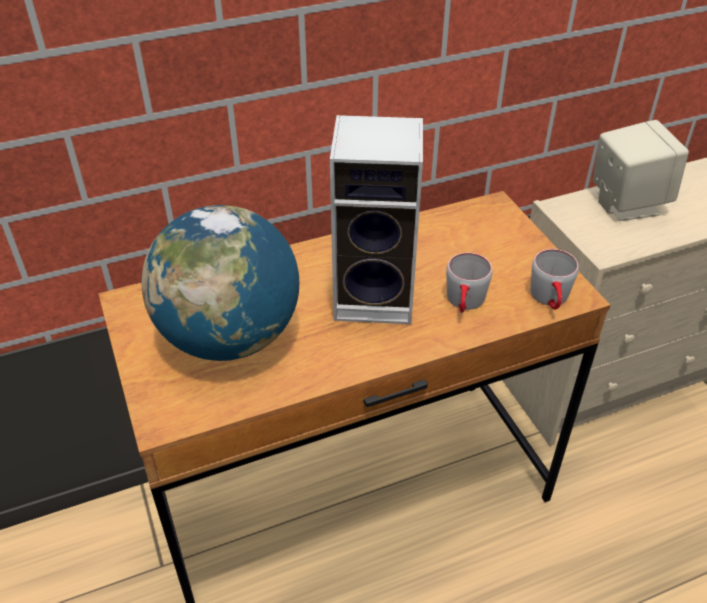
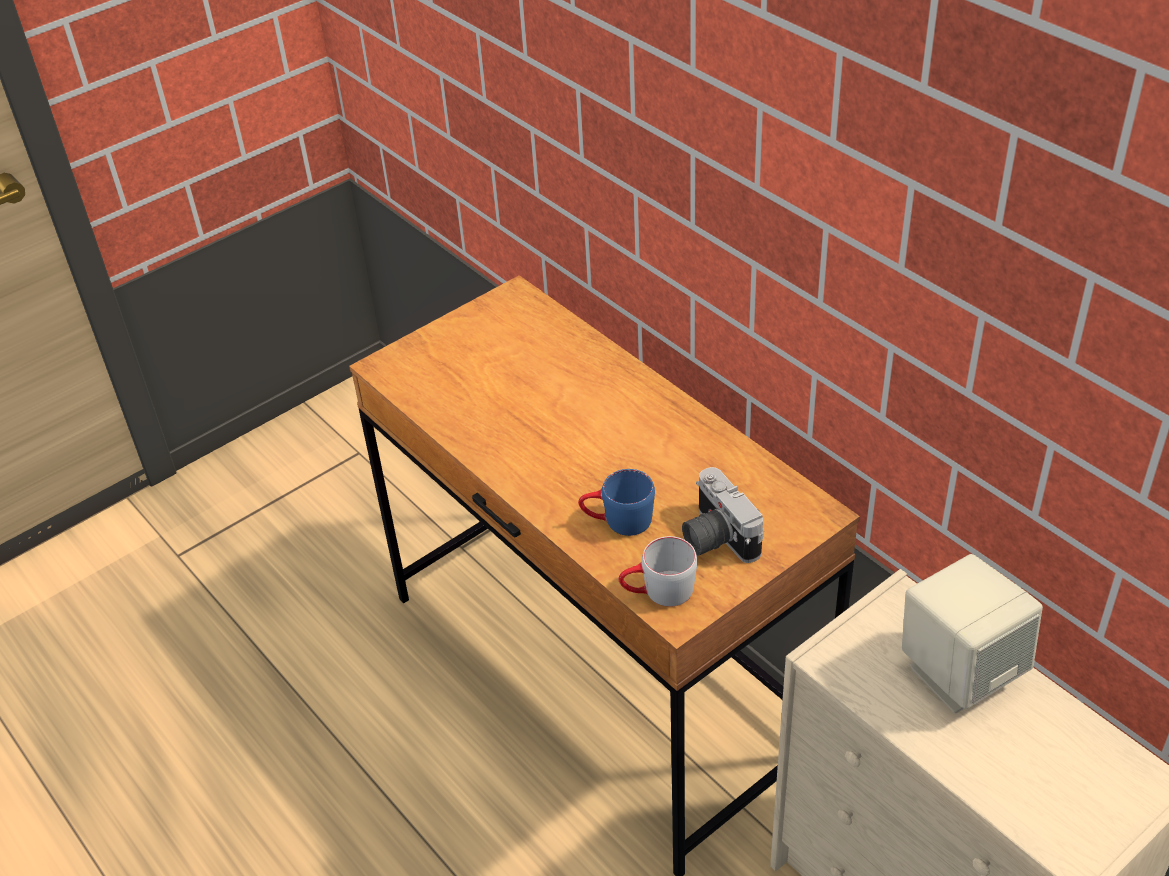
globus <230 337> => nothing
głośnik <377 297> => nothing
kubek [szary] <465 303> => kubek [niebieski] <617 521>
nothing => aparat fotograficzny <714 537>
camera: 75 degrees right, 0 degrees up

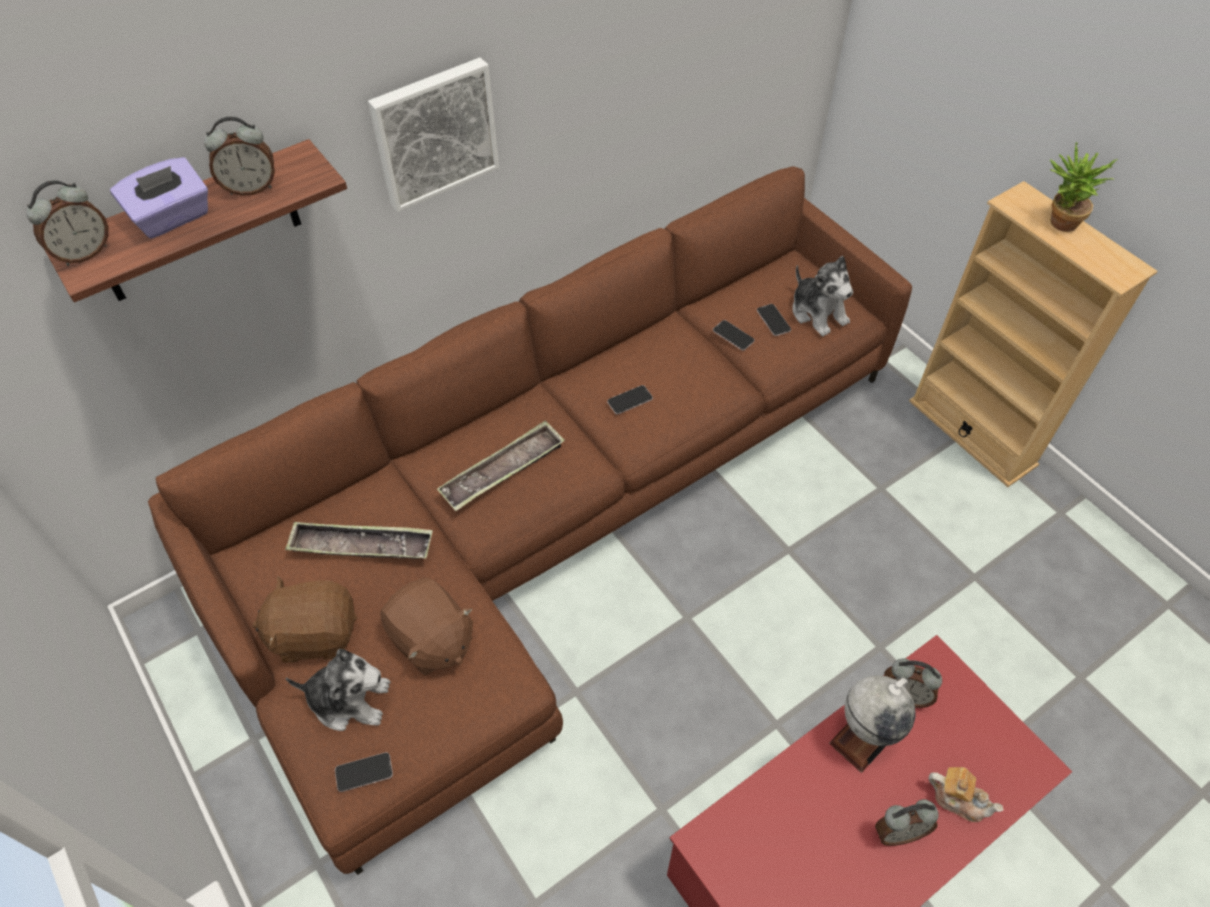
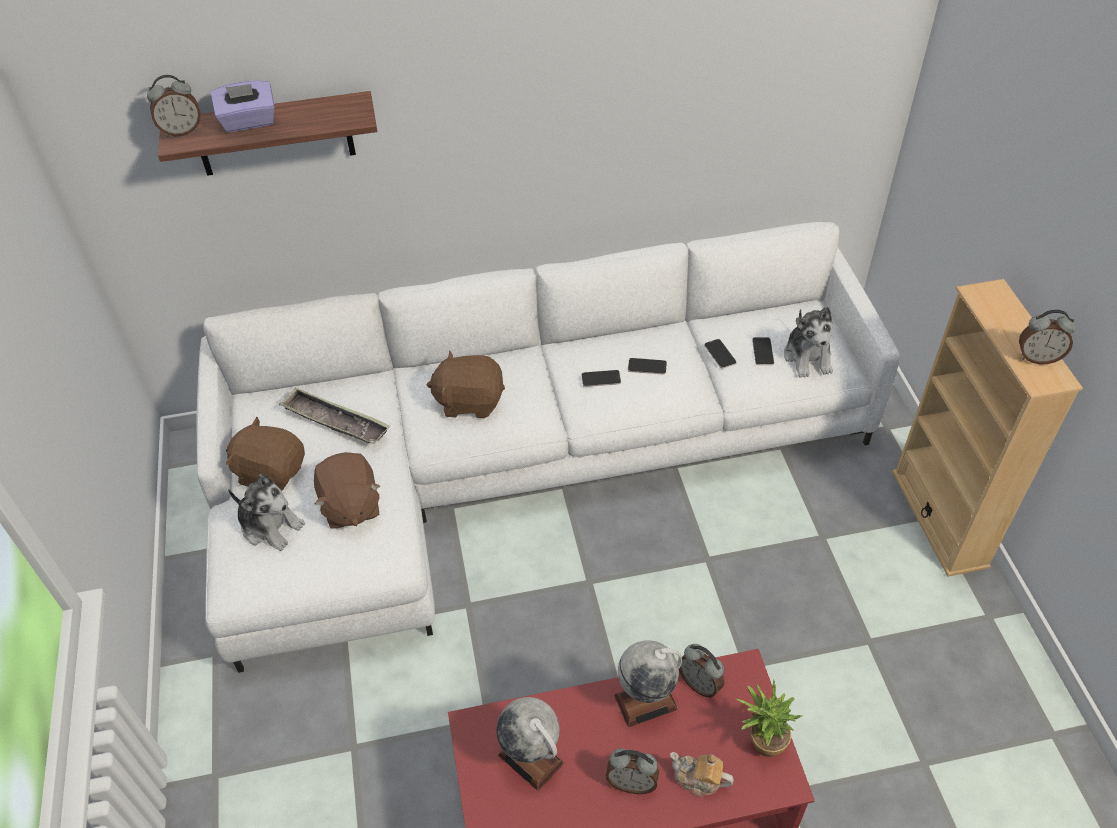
kanapa [brązowy] <549 516> => kanapa [biały] <518 464>
budzik <251 188> => budzik <1037 357>, moved
telefon <364 772> => telefon <647 366>, moved
obraz <434 132> => nothing
taca <503 470> => pluszak [brązowy] <469 401>
imbryk <958 799> => imbryk <698 780>, 150 degrees clockwise
roślina doniczkowa <1057 223> => roślina doniczkowa <761 741>, moved
nothing => globus <531 759>
camera: 25 degrees right, 5 degrees down

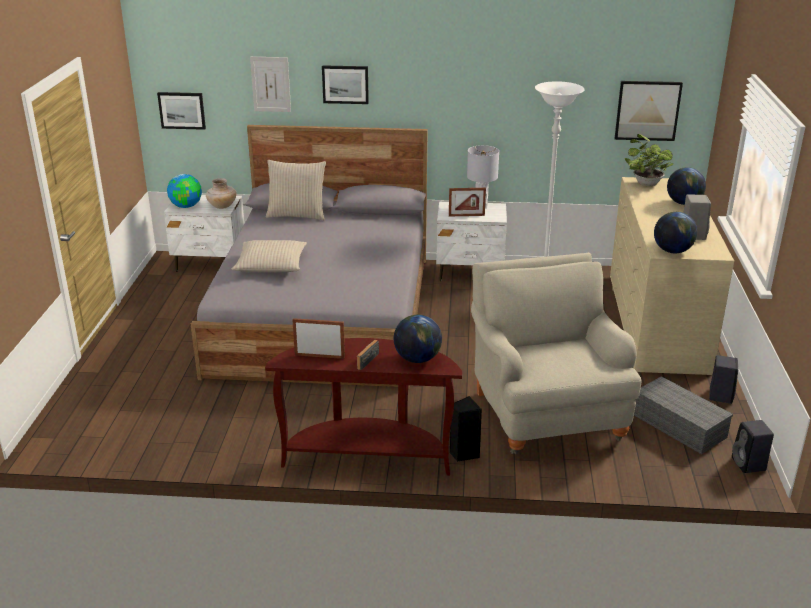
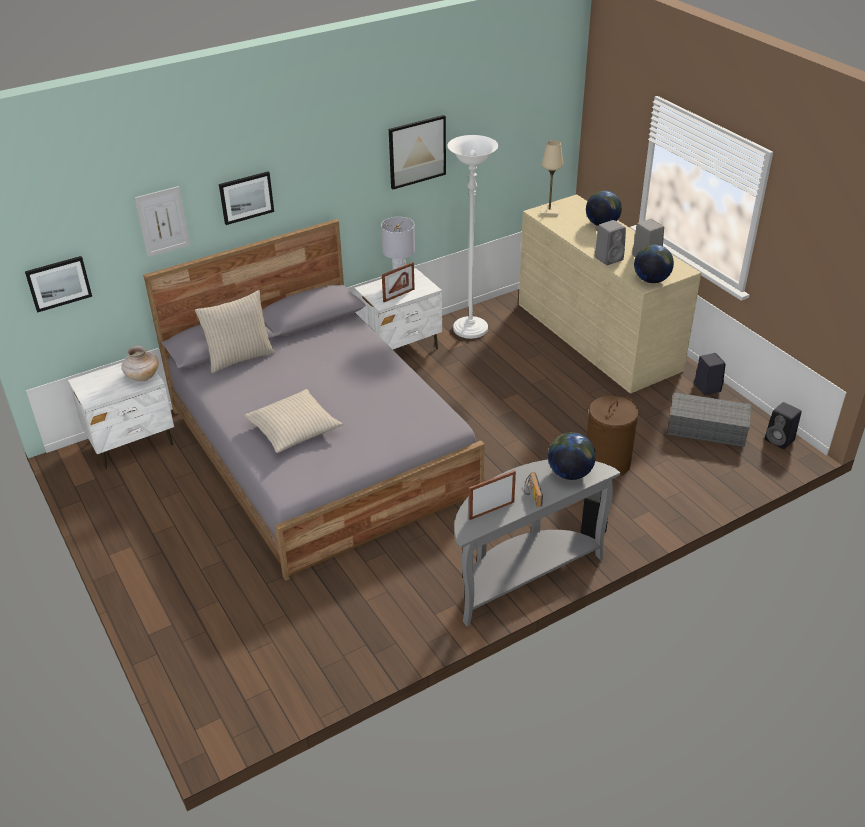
globus <186 206> => nothing
stolik konsolowy [brązowy] <368 455> => stolik konsolowy [szary] <523 576>
fotel [beżowy] <545 411> => kosz na pranie [brązowy] <607 463>
obraz <647 110> => obraz <417 151>, moved
roślina doniczkowa <645 183> => lampa stołowa [beżowy] <549 212>
nothing => głośnik [szary] <609 258>
camera: 35 degrees left, 10 degrees up

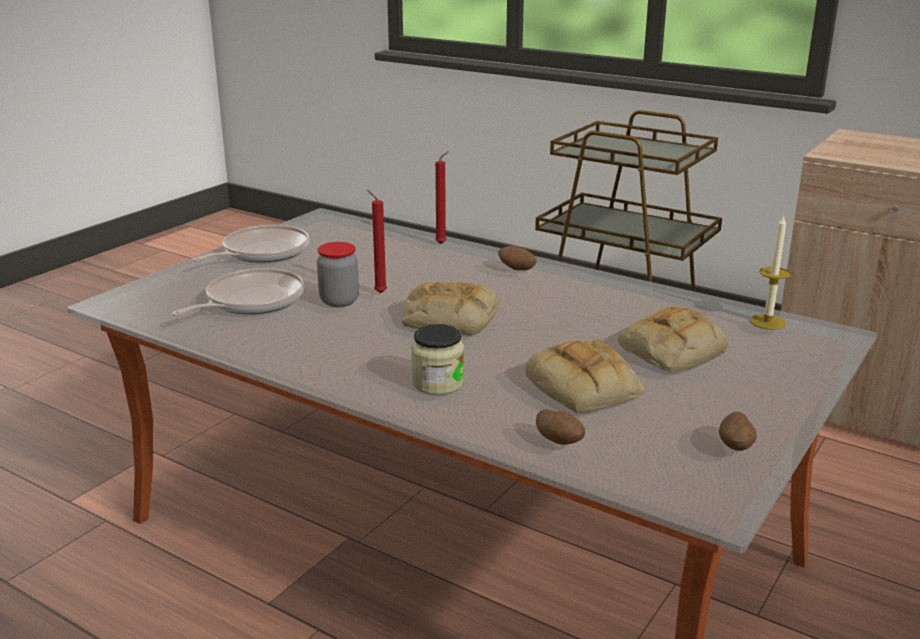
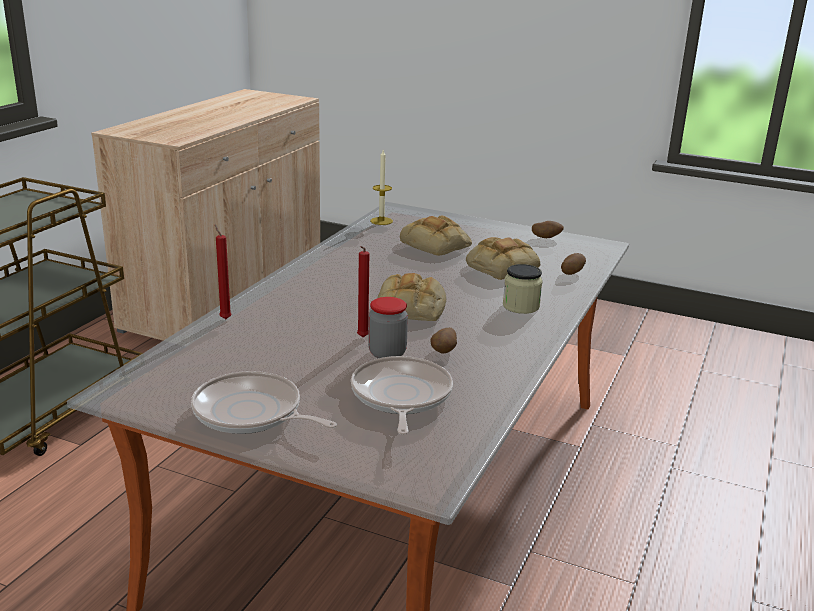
patelnia <250 301> => patelnia <400 397>, 60 degrees clockwise
ziemniak <516 269> => ziemniak <443 352>, moved
camera: 100 degrees left, 0 degrees up

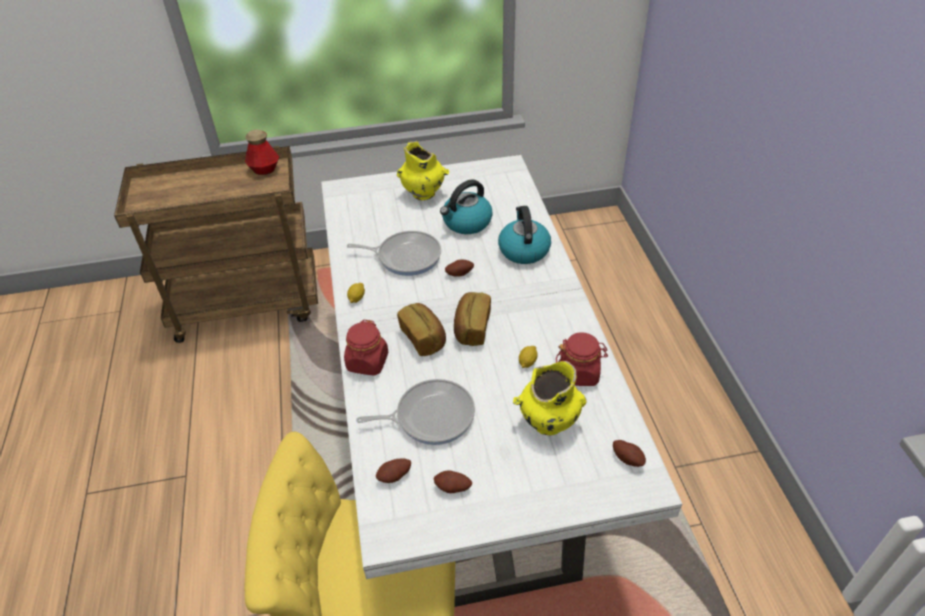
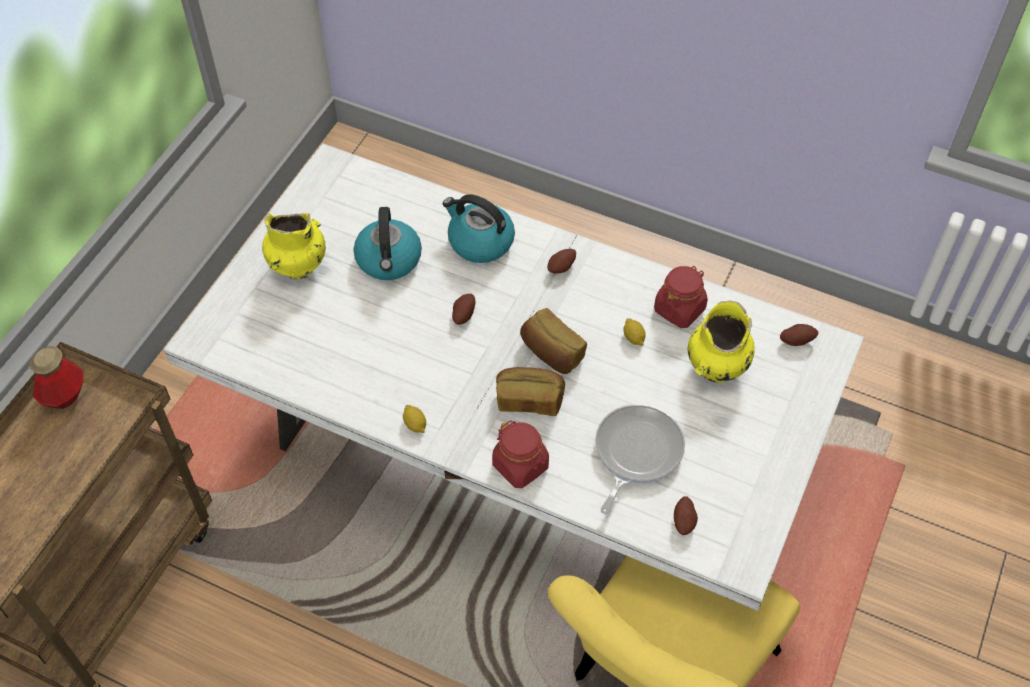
patelnia <406 256> => nothing
ziemniak <453 488> => ziemniak <562 268>, moved
camera: 55 degrees left, 10 degrees up

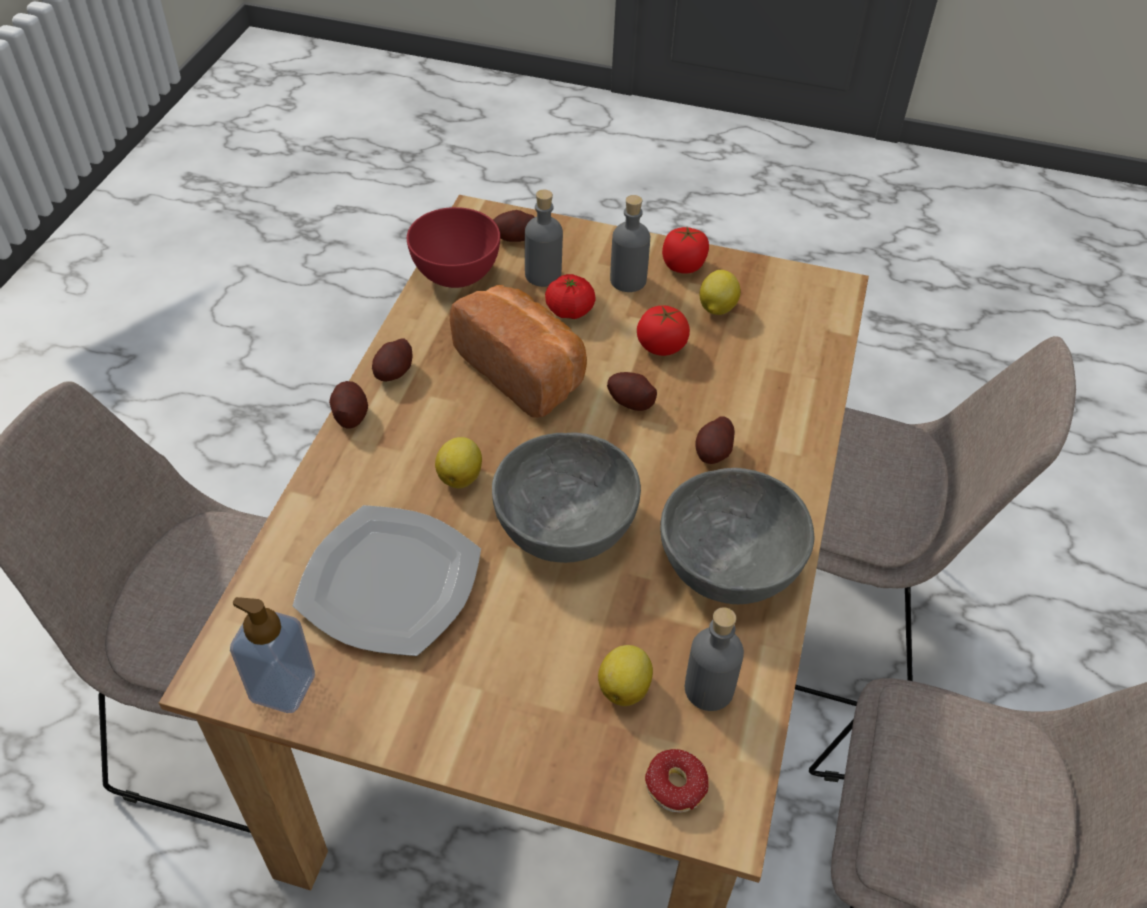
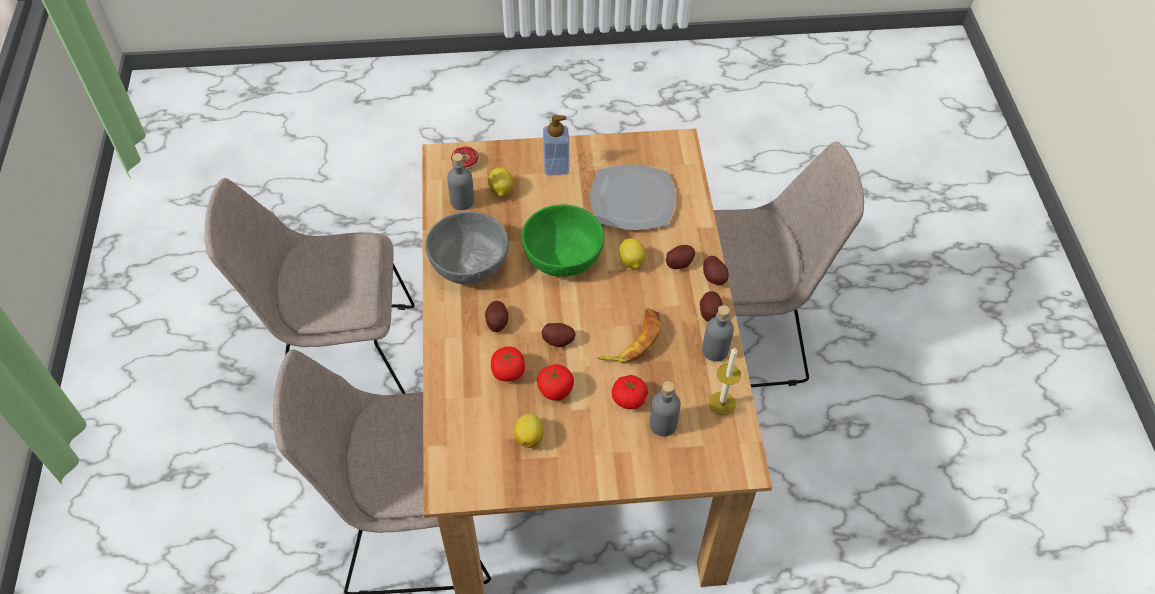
dozownik mydła <283 687> => dozownik mydła <556 167>, moved
miska [czerwony] <456 274> => świeca <722 403>
chleb <525 370> => banan <633 340>
miska [szary] <564 523> => miska [zielony] <563 254>
ziemniak <513 238> => ziemniak <679 262>, moved
butelka [szary] <628 280> => butelka [szary] <715 350>, moved
pomidor <683 265> => pomidor <508 372>, moved
camera: 160 degrees right, 5 degrees up

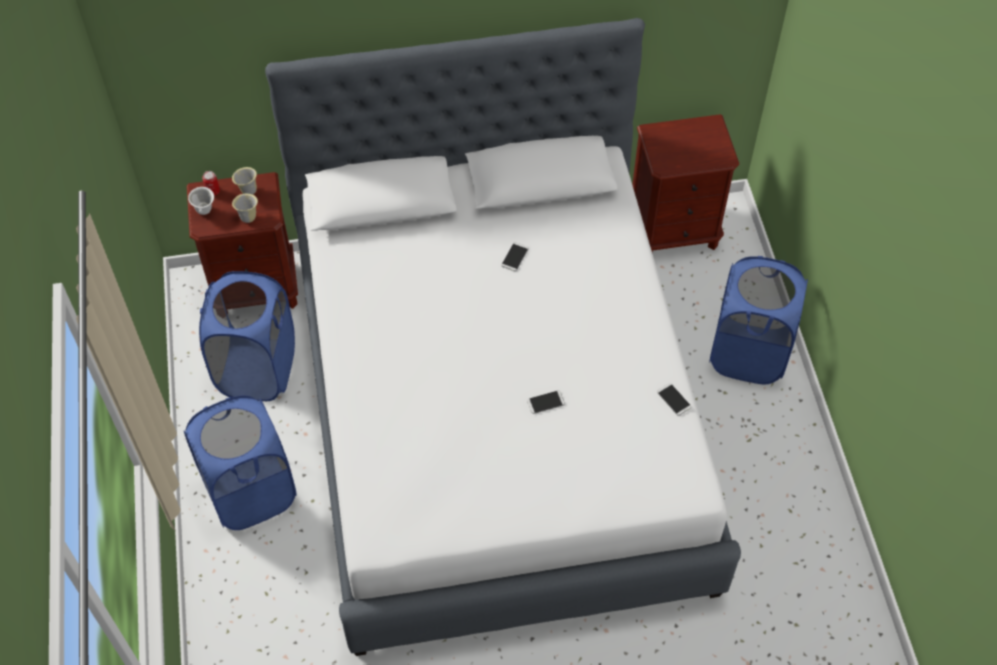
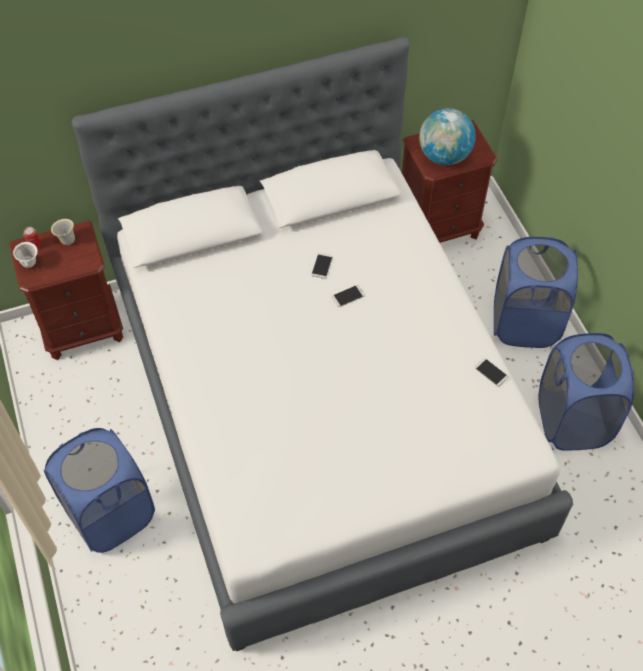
kosz na pranie [niebieski] <257 369> => kosz na pranie [niebieski] <572 420>, moved
kubek [beżowy] <248 217> => nothing
telefon <545 402> => telefon <348 296>, moved
nothing => globus <444 156>
camera: 10 degrees left, 0 degrees up

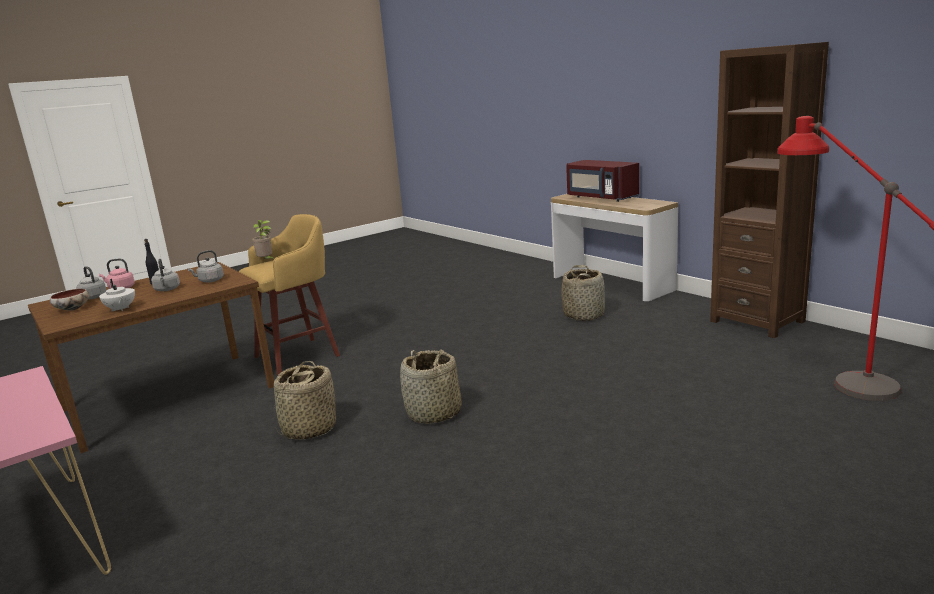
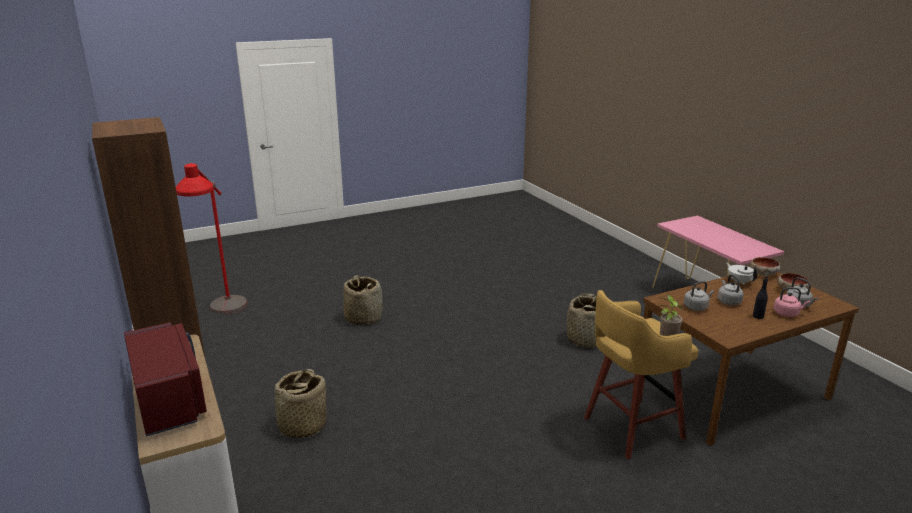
koszyk <434 413> => koszyk <363 318>, moved
nothing => miska <763 273>
camera: 170 degrees left, 5 degrees up

